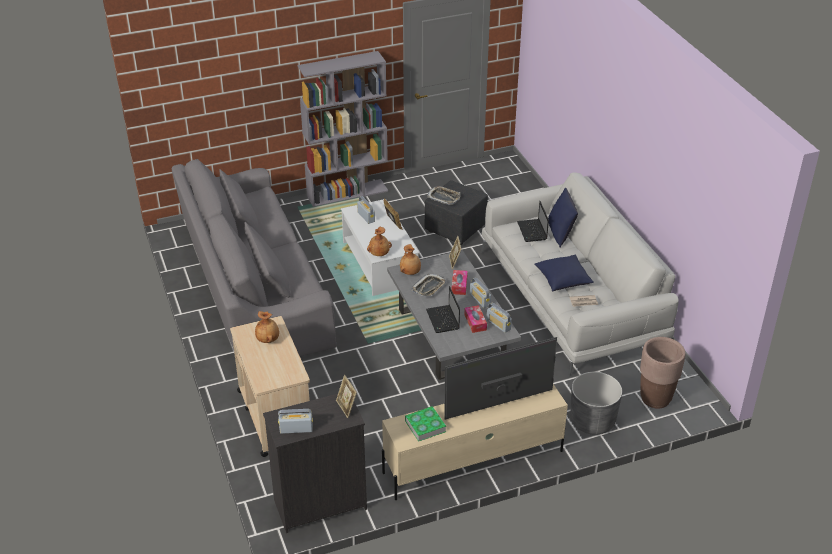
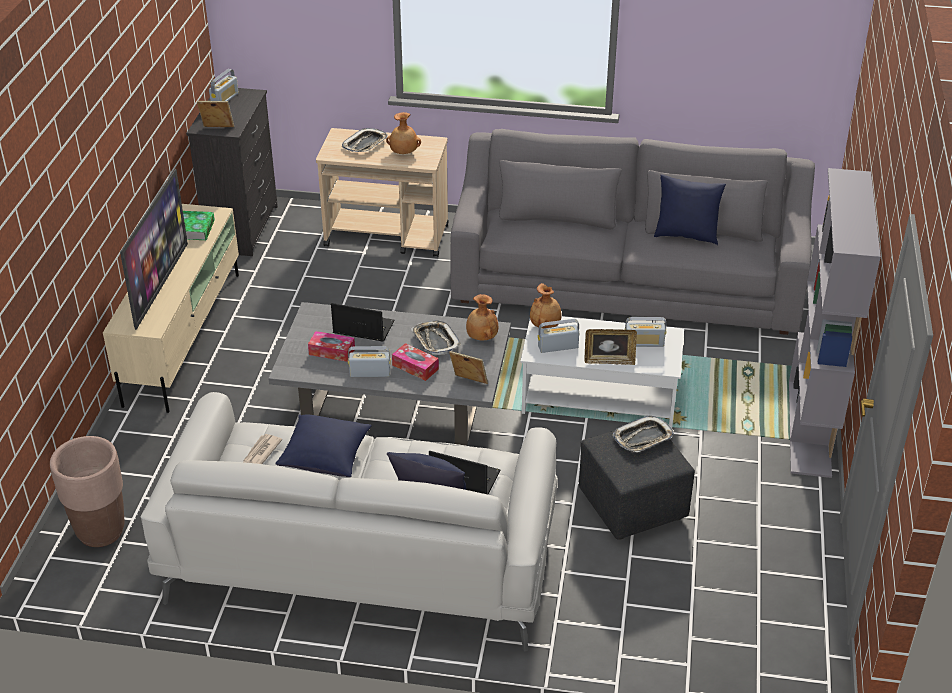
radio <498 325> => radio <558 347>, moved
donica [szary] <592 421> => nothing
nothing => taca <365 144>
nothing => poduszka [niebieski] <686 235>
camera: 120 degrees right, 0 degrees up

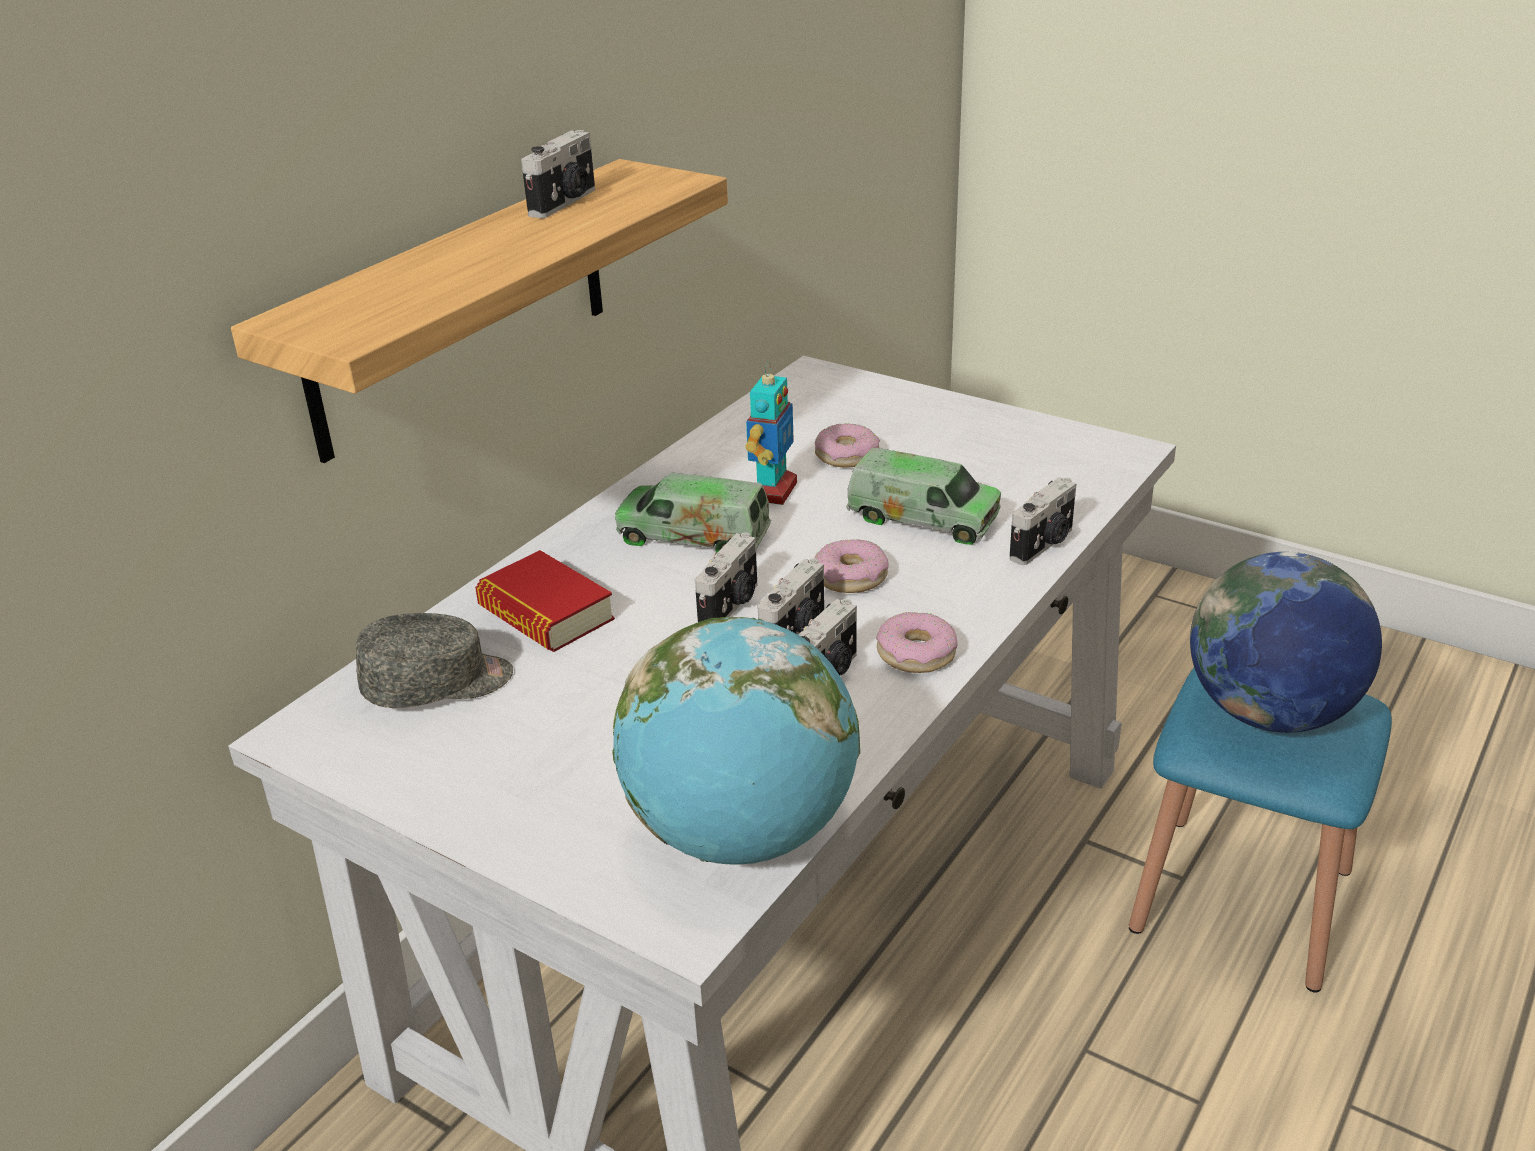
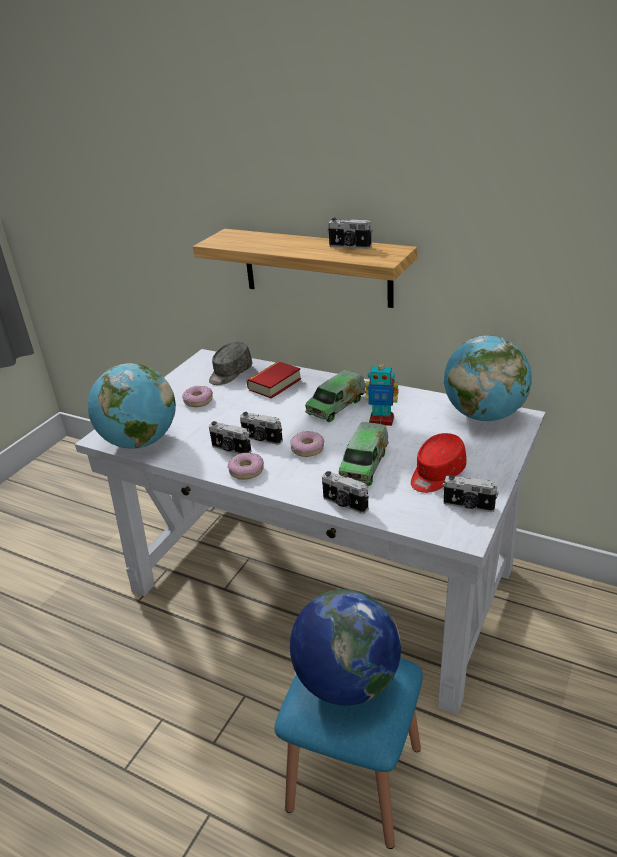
czapka z daszkiem [szary] <438 685> => czapka z daszkiem [szary] <230 373>, 60 degrees clockwise
ciężarówka zabawkowa <694 536> => ciężarówka zabawkowa <336 406>, 150 degrees counterclockwise
aparat fotograficzny <731 605> => aparat fotograficzny <468 506>, moved
donut <847 455> => donut <198 401>, moved
nothing => czapka z daszkiem [czerwony] <436 474>
nothing => globus <484 415>
camera: 85 degrees right, 0 degrees up

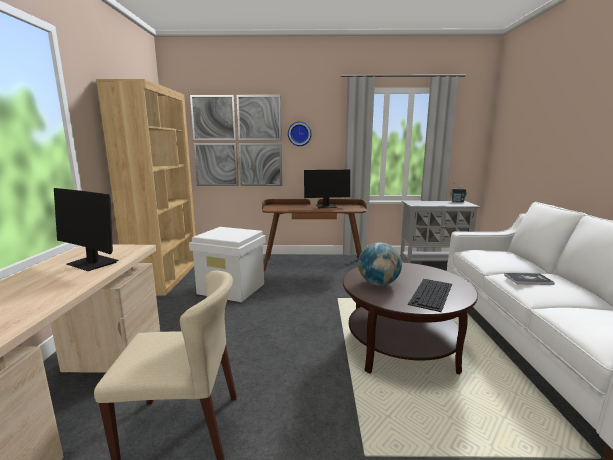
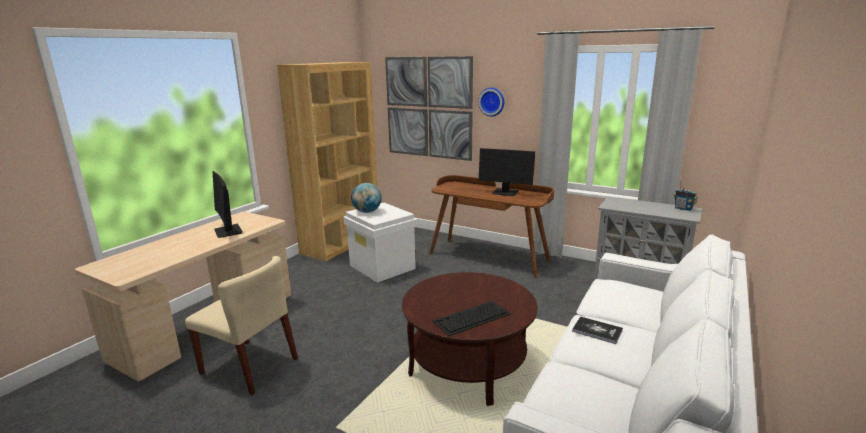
globus <378 284> => globus <367 212>, moved
camera: 30 degrees right, 5 degrees up

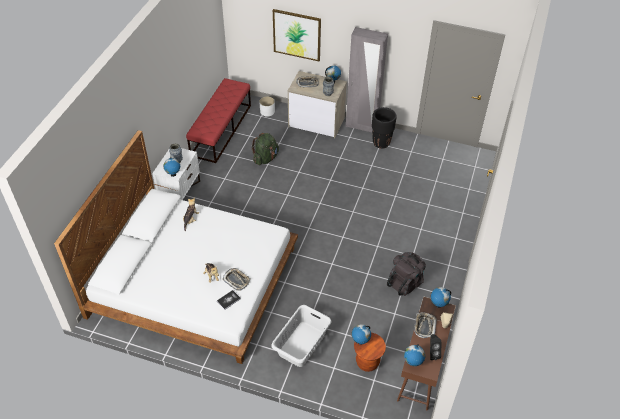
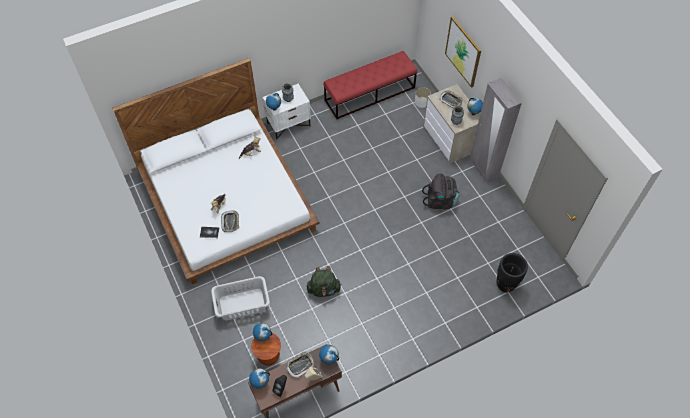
plecak [zielony] <265 158> => plecak [zielony] <324 289>, moved
donica [czarny] <381 143> => donica [czarny] <506 284>, moved
plecak [czarny] <405 283> => plecak [czarny] <440 201>, moved
camera: 45 degrees right, 10 degrees up

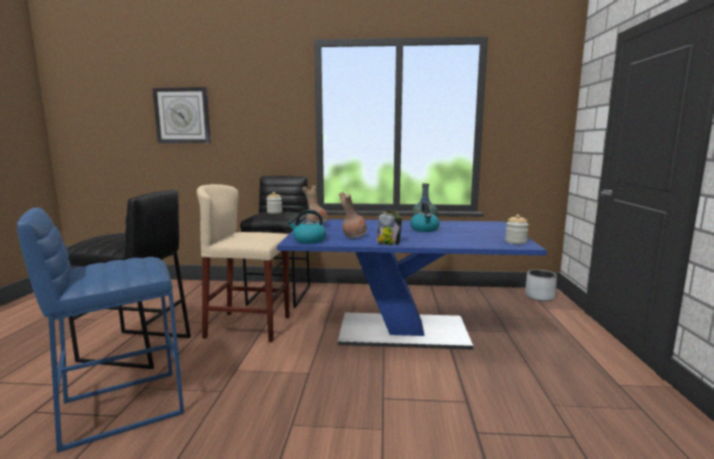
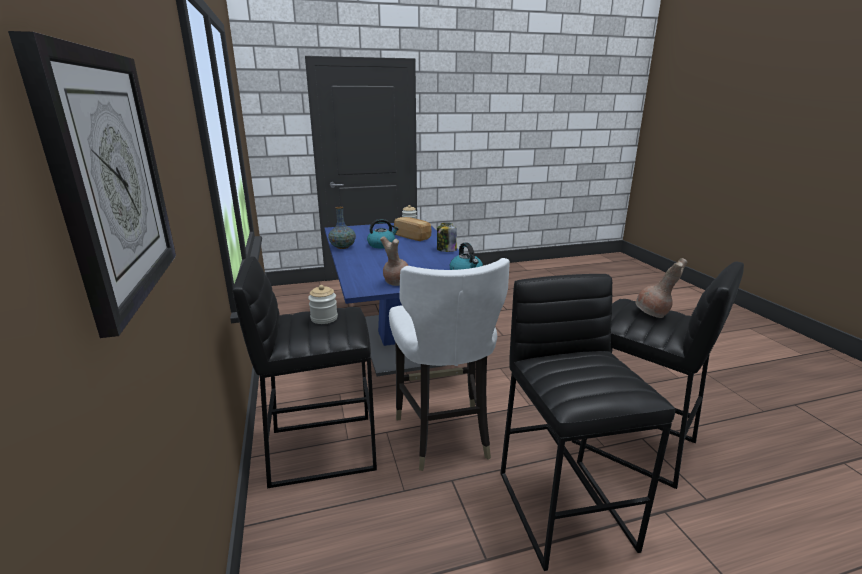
stołek [niebieski] <121 407> => stołek [czarny] <634 443>
stołek [beżowy] <248 327> => krzesło [biały] <443 435>
wazon [brązowy] <353 236> => wazon [brązowy] <653 314>, moved
donica [szary] <539 296> => nothing
nothing => chleb <413 236>
camera: 110 degrees left, 10 degrees up

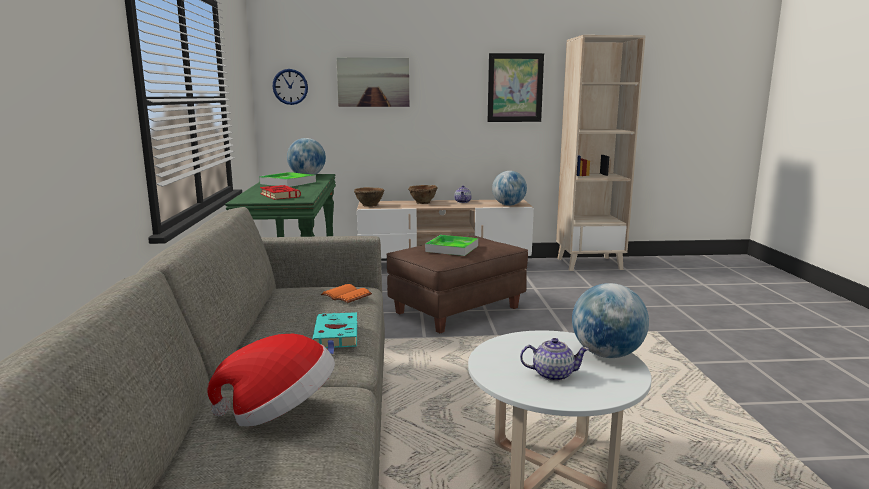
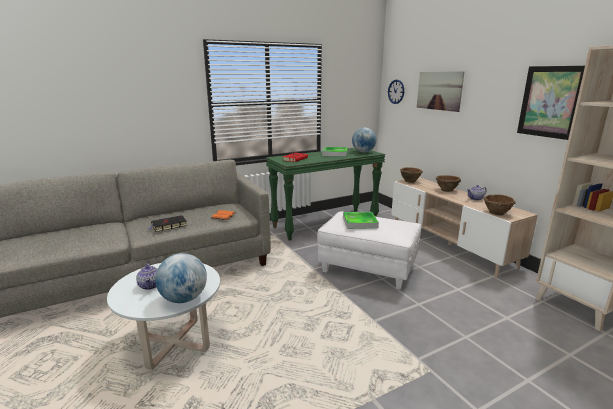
kapelusz <280 412> => nothing
książka [turkusowy] <336 336> => książka [czarny] <168 226>
pufa [brązowy] <457 311> => pufa [biały] <367 269>
globus <508 205> => miska [brązowy] <497 213>
camera: 65 degrees right, 5 degrees up

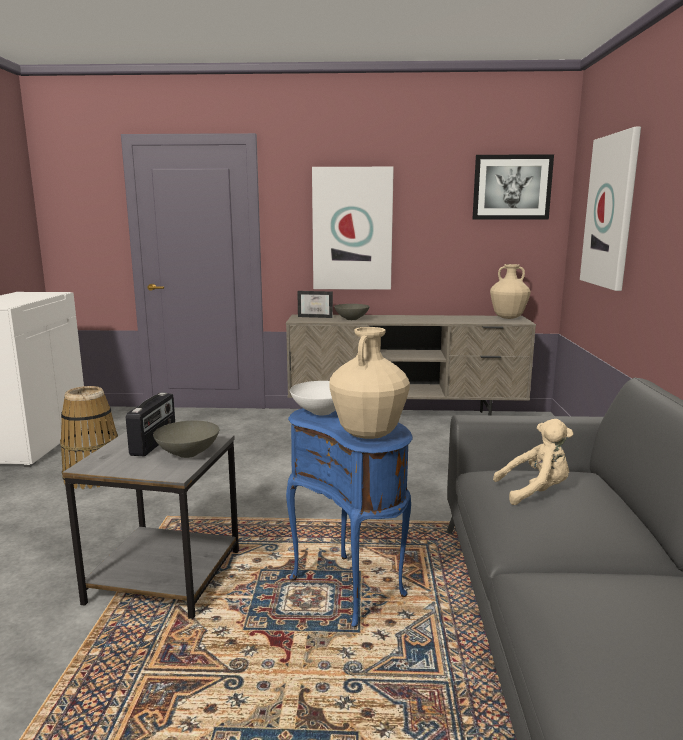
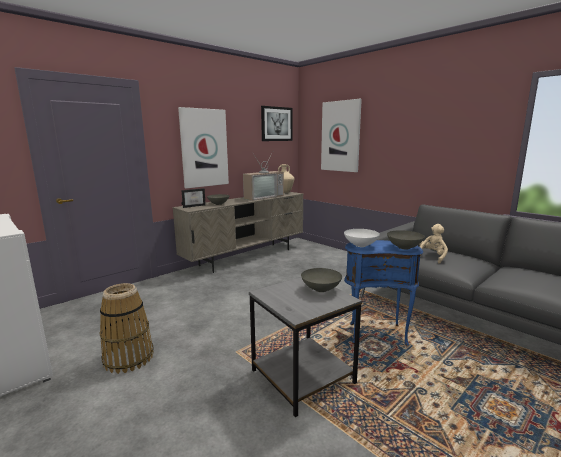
radio <154 443> => nothing
wazon [beżowy] <368 434> => miska [szary] <403 247>
nothing => telewizor <262 197>
camera: 45 degrees left, 0 degrees up

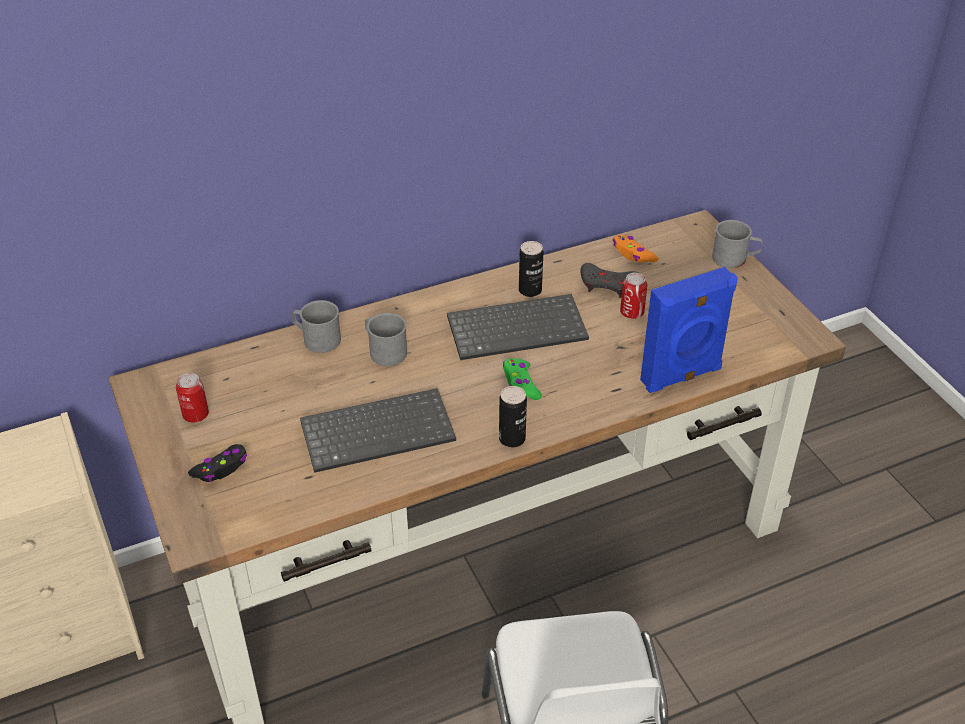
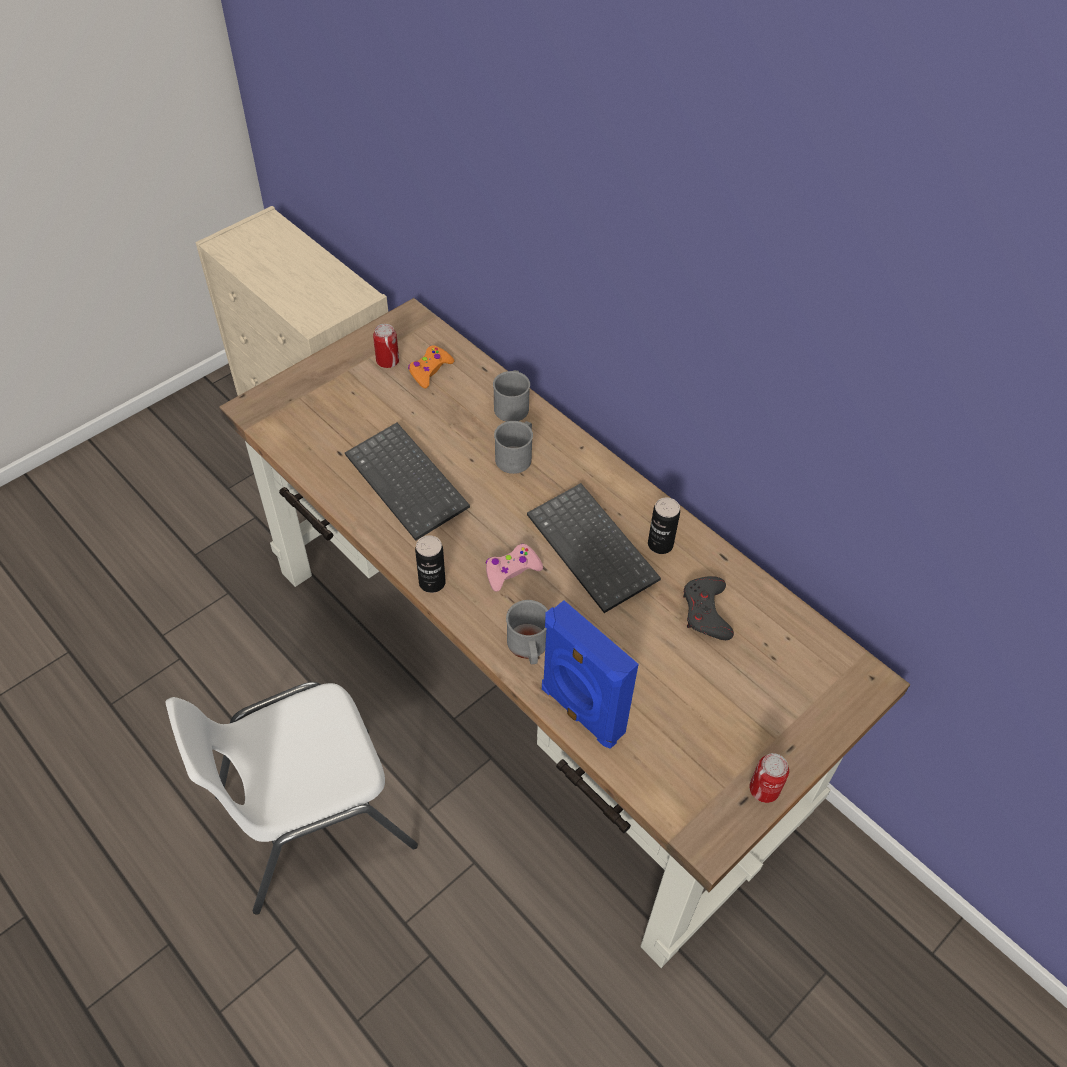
pad do gier [czarny] <221 468> => nothing
pad do gier [zielony] <520 384> => pad do gier [różowy] <511 571>
pad do gier [pomarańczowy] <633 254> => pad do gier [pomarańczowy] <430 371>, moved
puszka <632 313> => puszka <764 789>, moved
kubek [szary] <735 258> => kubek [szary] <528 647>, moved
camera: 70 degrees right, 10 degrees up

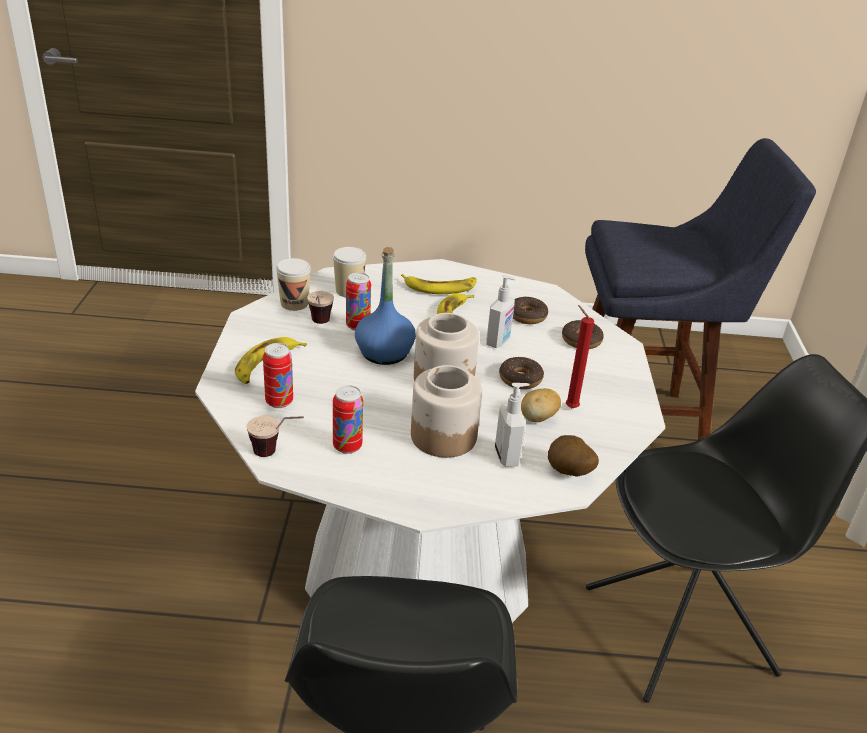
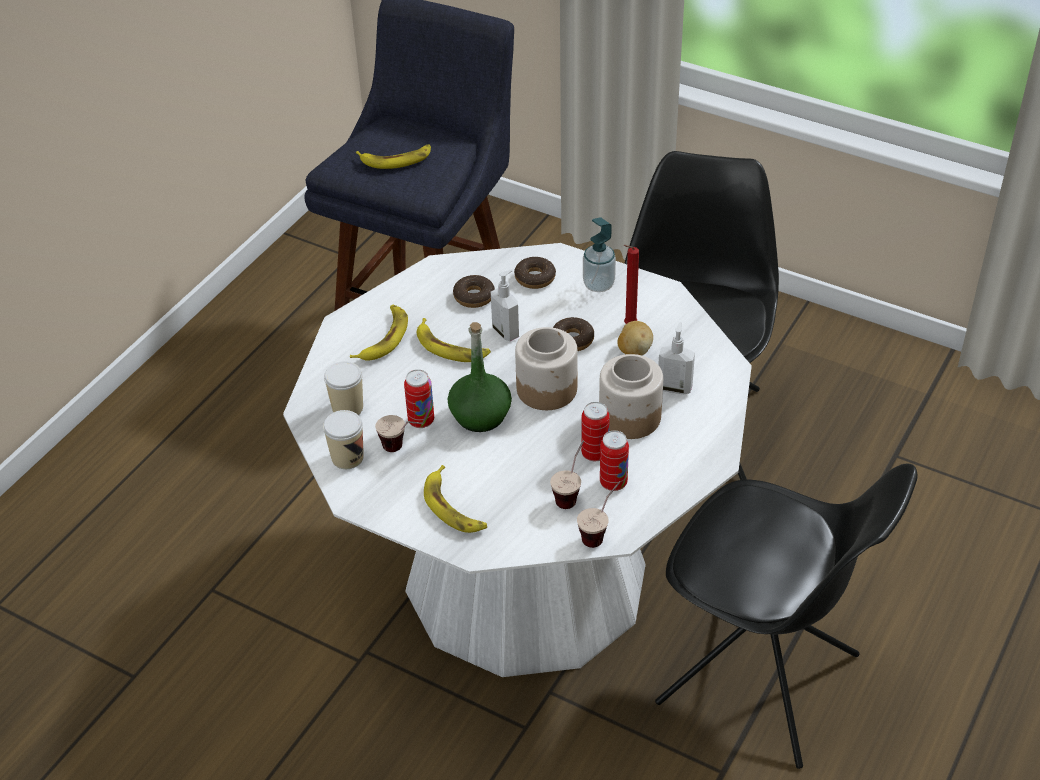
puszka <279 402> => puszka <594 454>, moved
butelka [niebieski] <384 353> => butelka [zielony] <480 416>
ziemniak <568 473> => nothing
nothing => banan <396 159>
nothing => filiżanka <571 493>
nothing => dozownik mydła <598 285>
camera: 60 degrees left, 10 degrees up

